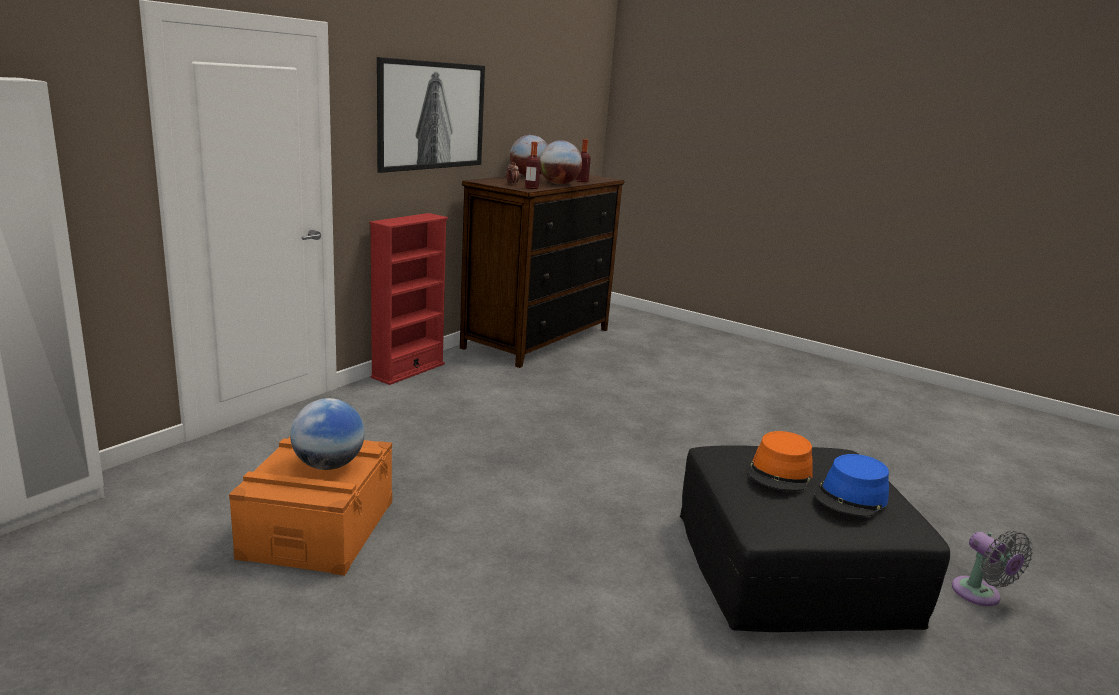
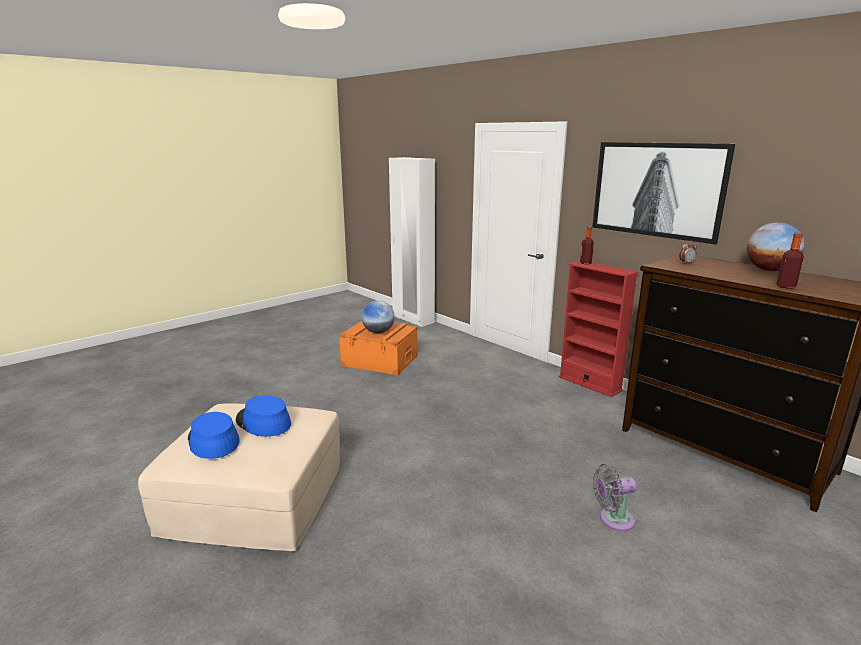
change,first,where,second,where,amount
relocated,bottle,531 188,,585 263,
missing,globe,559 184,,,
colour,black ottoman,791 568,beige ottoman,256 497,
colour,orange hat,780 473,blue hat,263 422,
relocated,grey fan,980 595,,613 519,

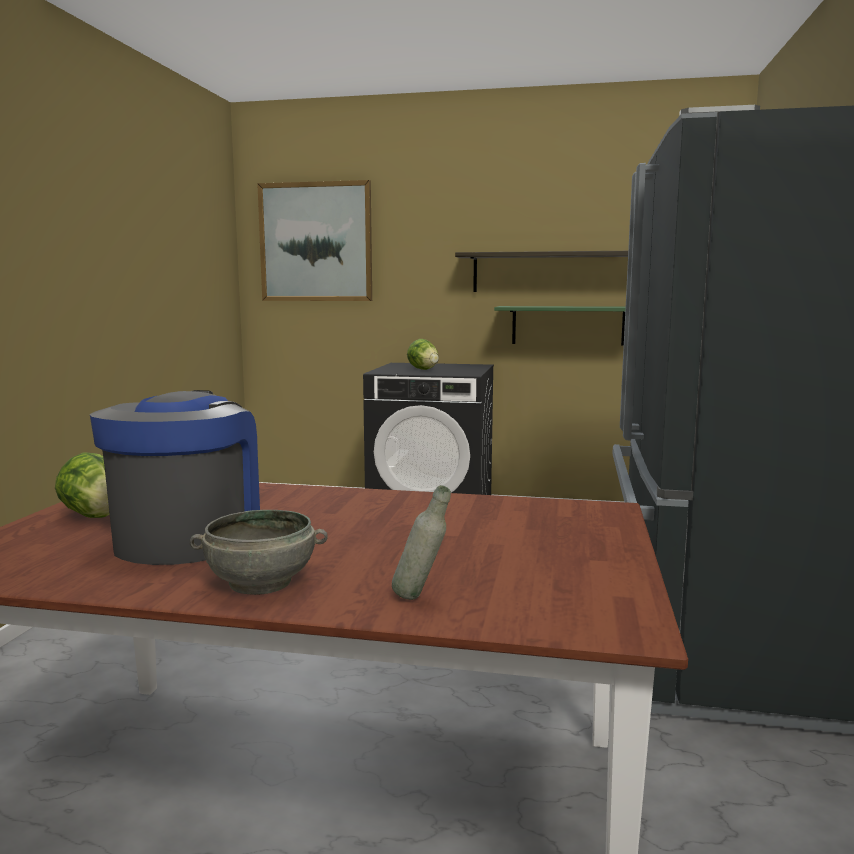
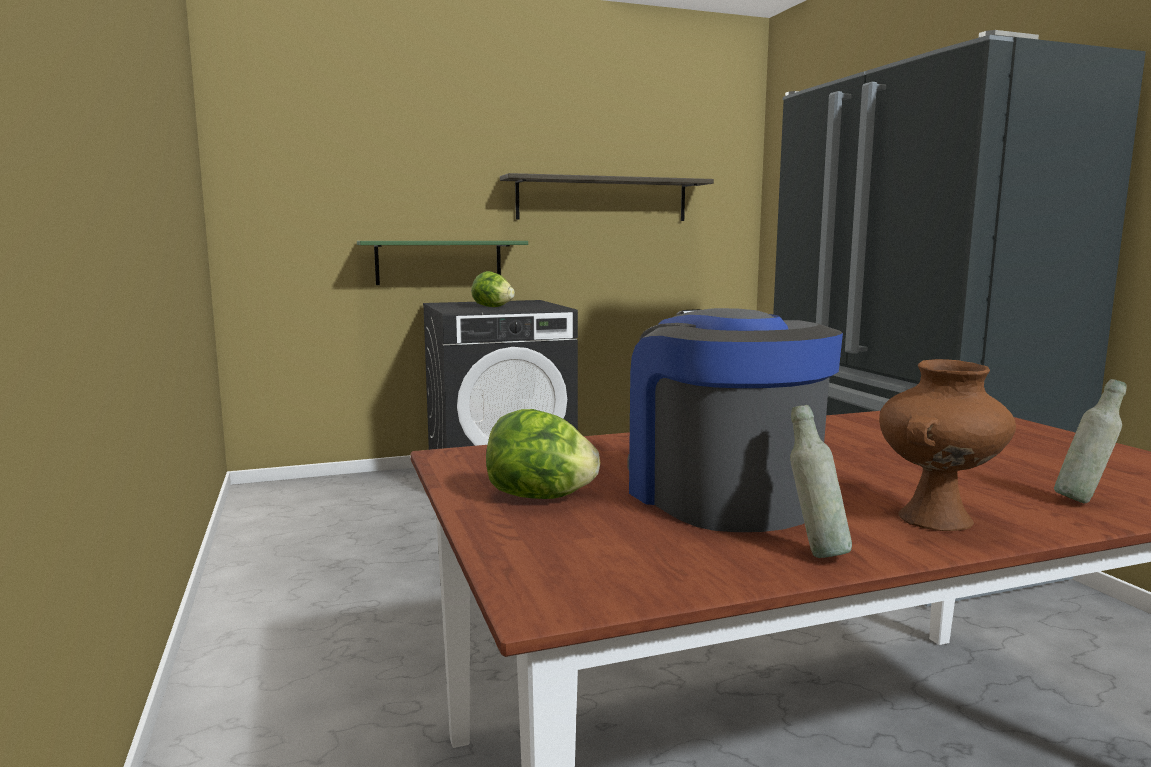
change,first,where,second,where,amount
exchanged,grey bowl,260 583,brown vase,936 520,
missing,picture,316 242,,,
relocated,green shelf,568 325,,439 262,
appeared,,,grey bottle,815 553,

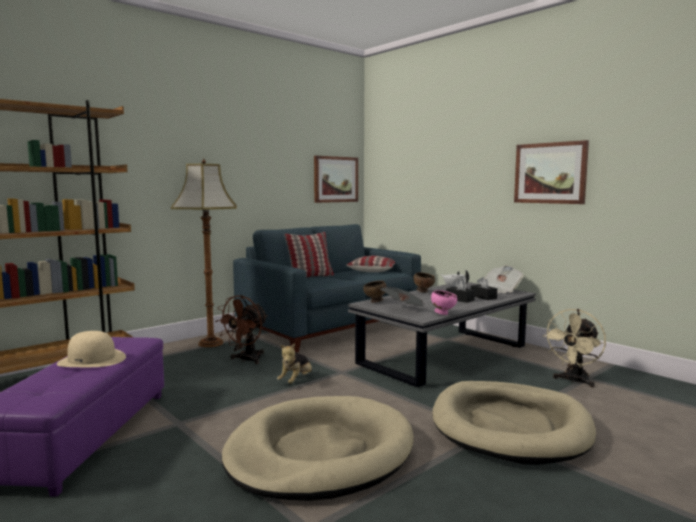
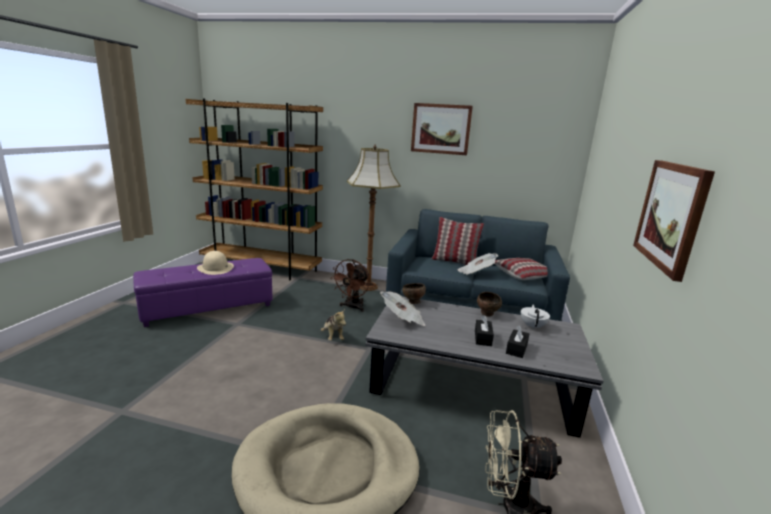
change,first,where,second,where,amount
spun,brown fan,246 360,,352 307,60 degrees counterclockwise
missing,beige dog bed,319 453,,,
spun,plush toy,296 381,,333 337,105 degrees counterclockwise
relocated,picture,335 179,,441 129,
missing,pink bowl,443 313,,,
relocated,newspaper,501 290,,476 273,

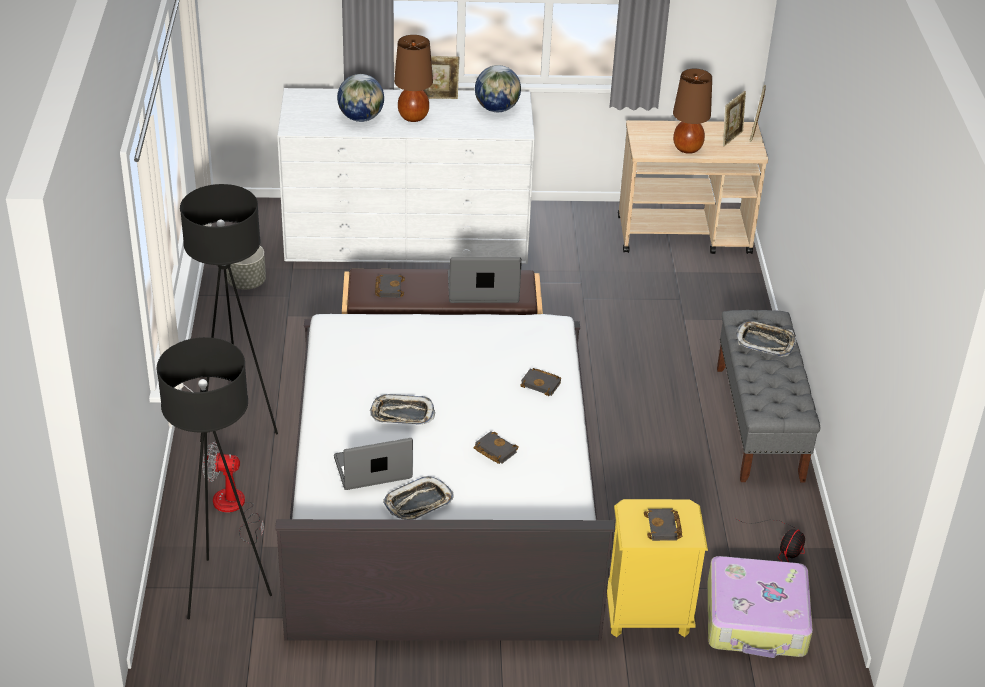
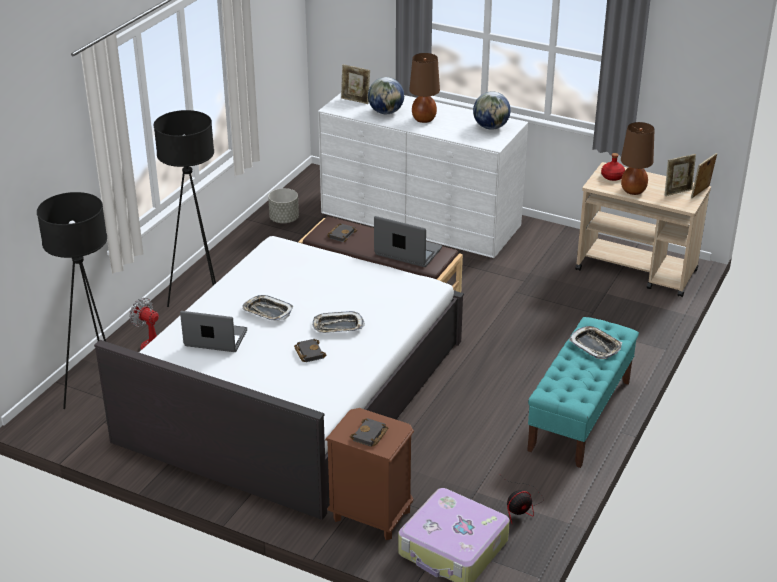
change,first,where,second,where,amount
relocated,tray,418 503,,337 326,
relocated,picture frame,438 97,,355 100,
missing,black book,542 384,,,
colour,yellow nightstand,647 616,brown nightstand,371 516,
colour,grey bench,759 423,turquoise bench,580 416,
appeared,,,red bottle,612 177,

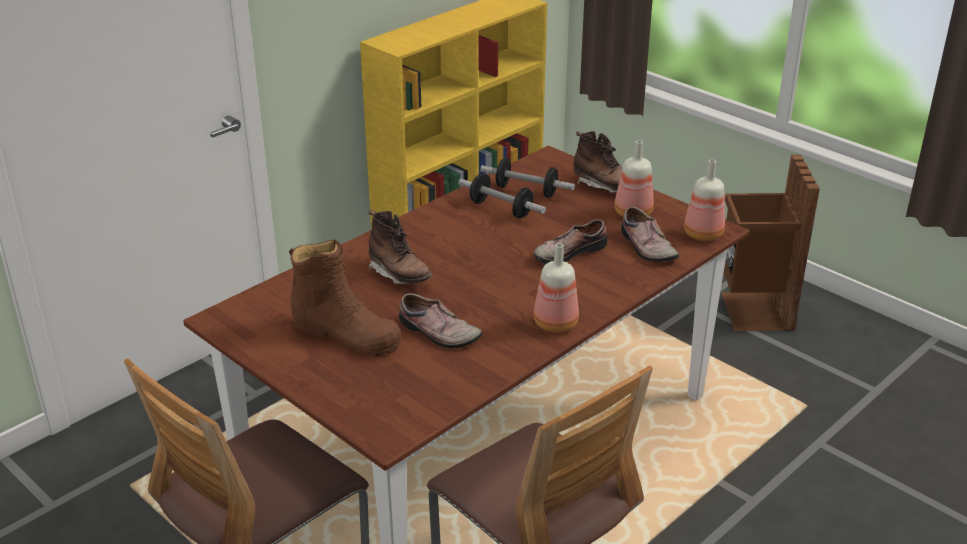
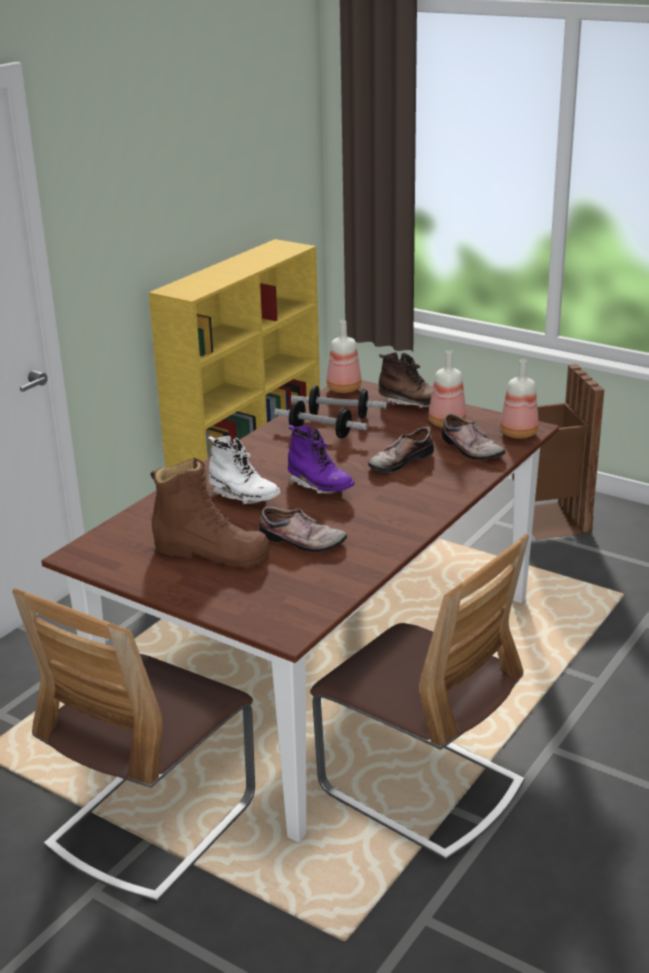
change,first,where,second,where,amount
colour,brown boot,399 275,white boot,244 497,
relocated,bottle,554 323,,342 389,
appeared,,,purple boot,320 487,

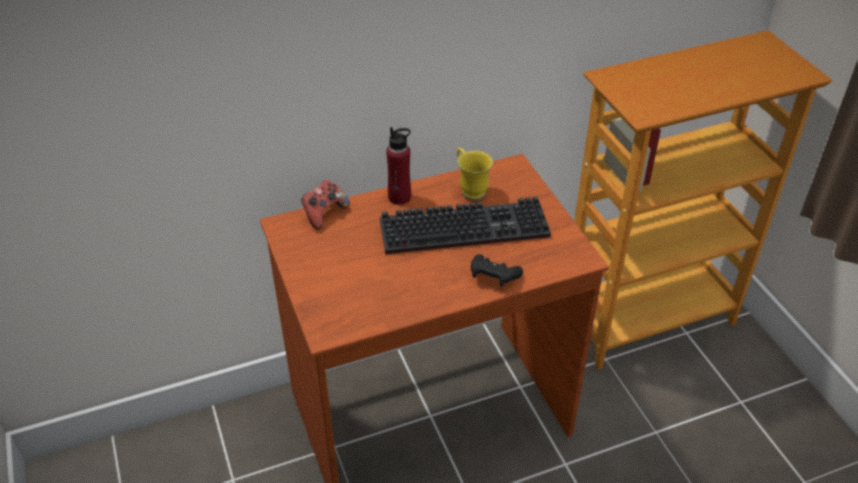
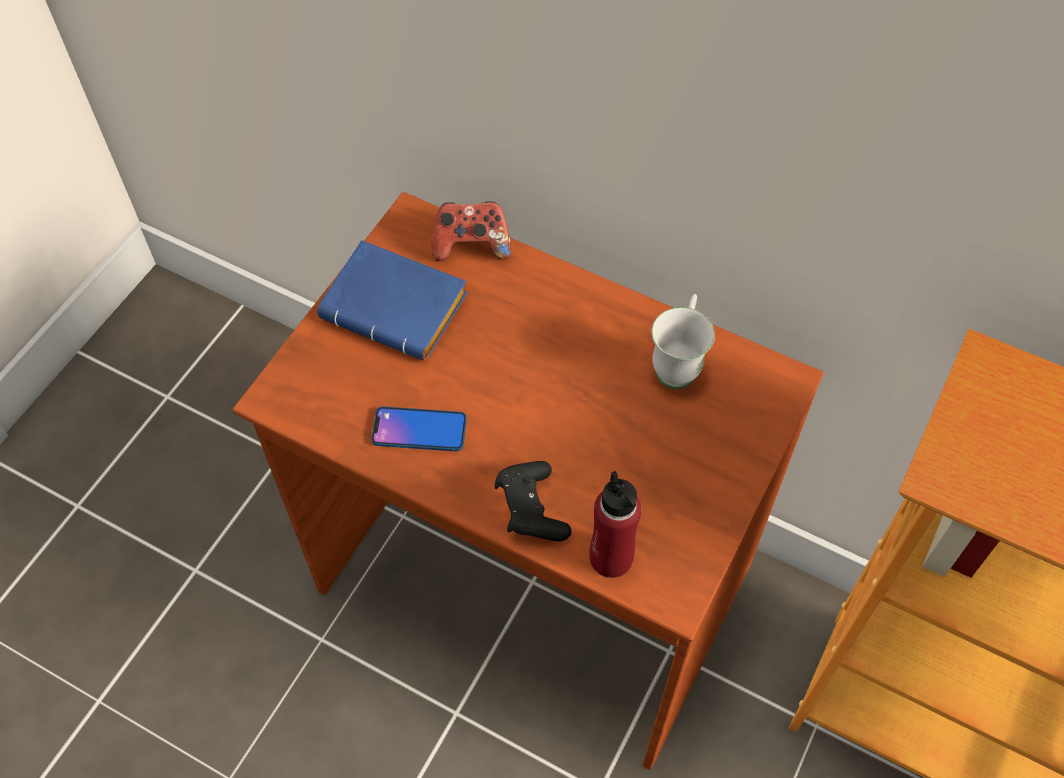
change,first,where,second,where,amount
missing,keyboard,466 226,,,
relocated,red bottle,399 197,,611 558,
colour,yellow mug,470 189,white mug,678 363,
appeared,,,blue book,399 307,
appeared,,,phone,419 430,

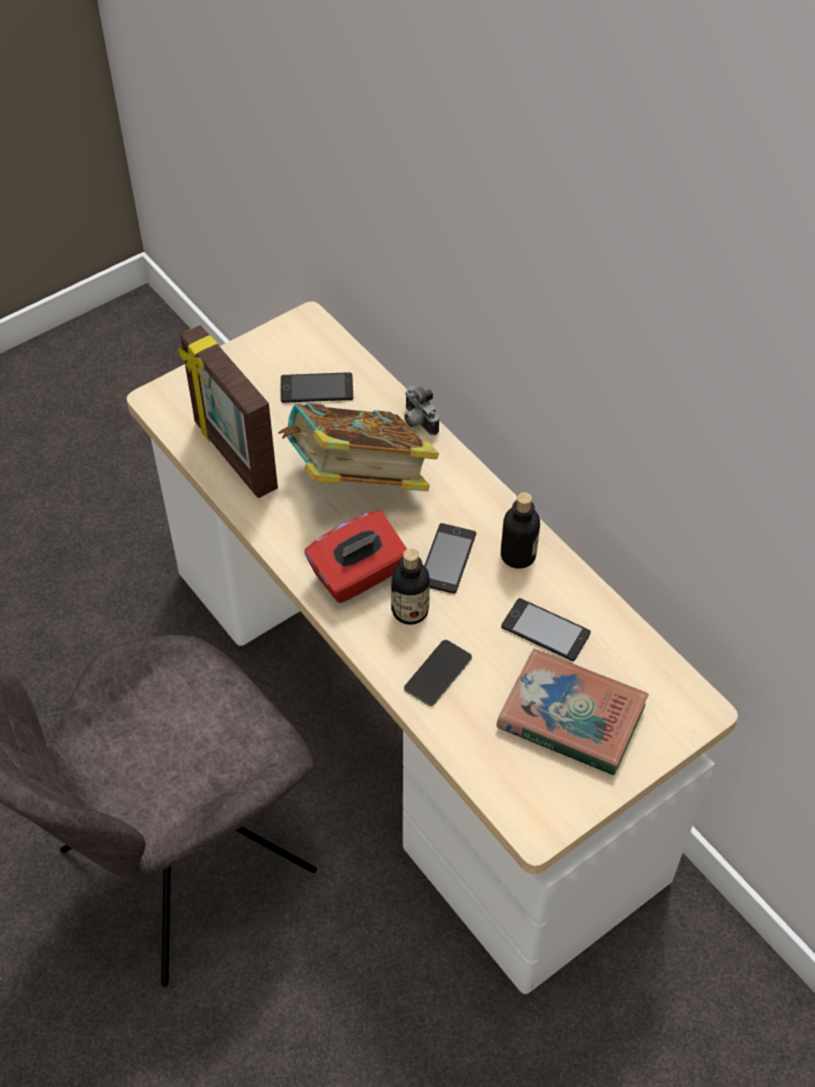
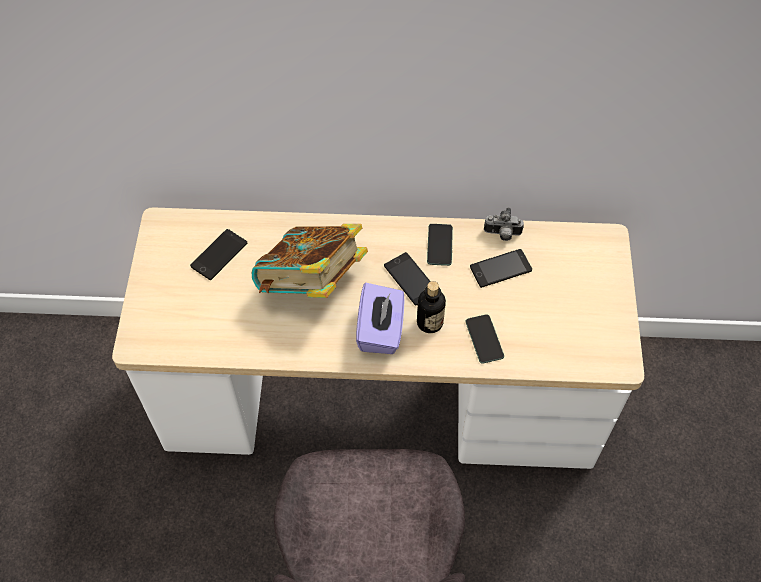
change,first,where,second,where,amount
missing,picture frame,233 456,,,
colour,red tissue box,358 575,purple tissue box,380 330,
relocated,photo camera,417 422,,502 234,
missing,book,571 717,,,
exchanged,bottle,518 555,phone,439 245,

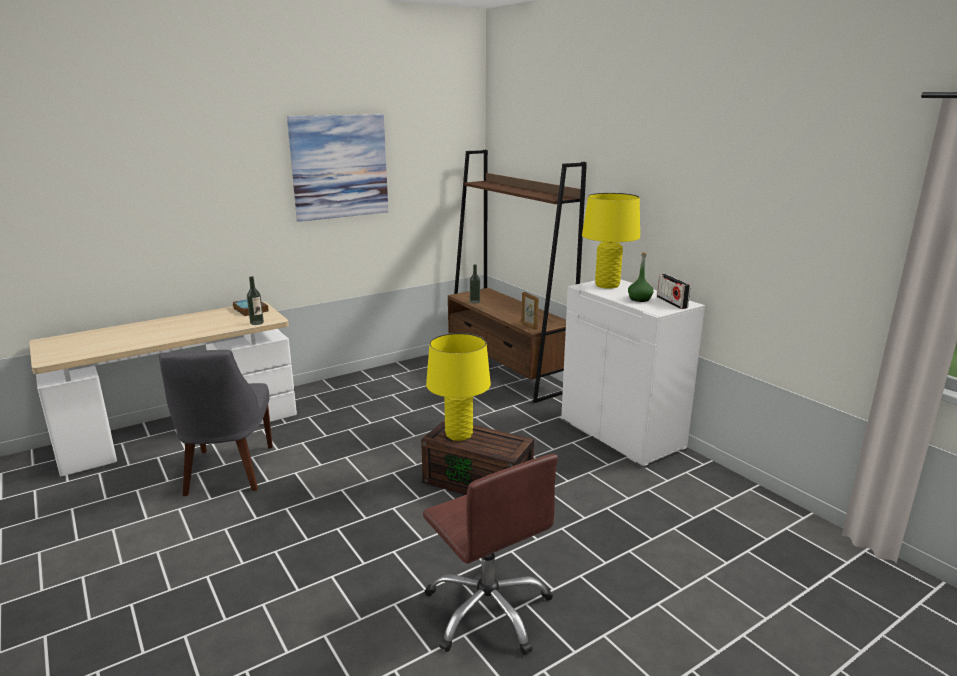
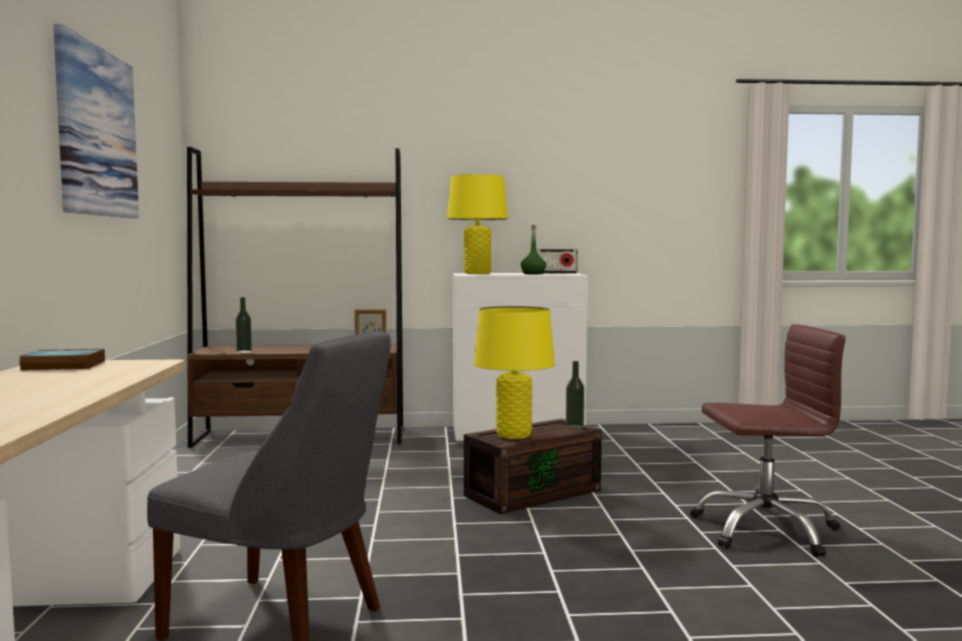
change,first,where,second,where,amount
relocated,bottle,257 323,,574 427,

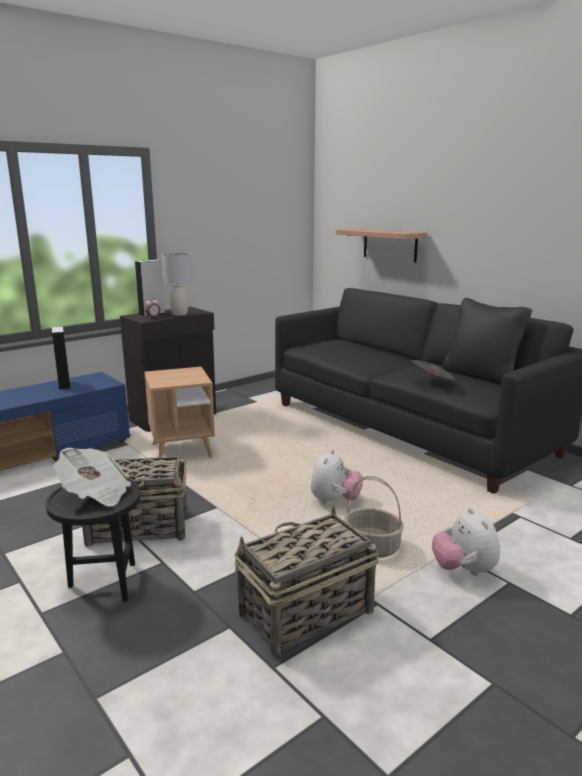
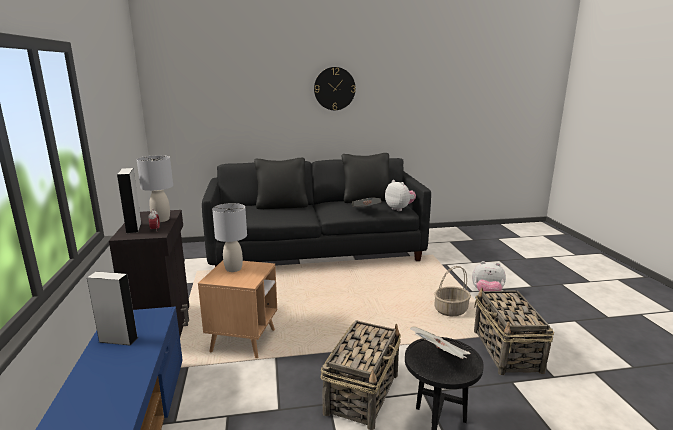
change,first,where,second,where,amount
relocated,plush toy,334 501,,399 209,
missing,shelf,390 245,,,
appeared,,,grey table lamp,234 268,
appeared,,,black pillow,282 206,
appeared,,,wall clock,334 88,

